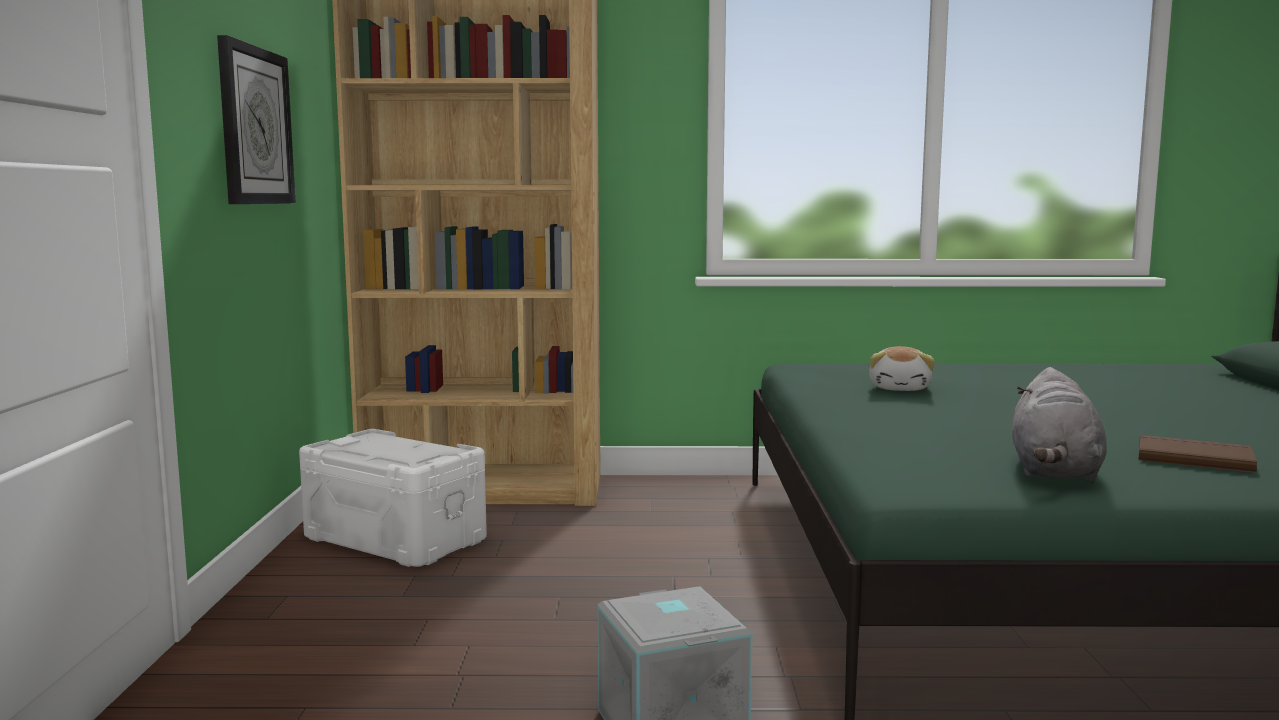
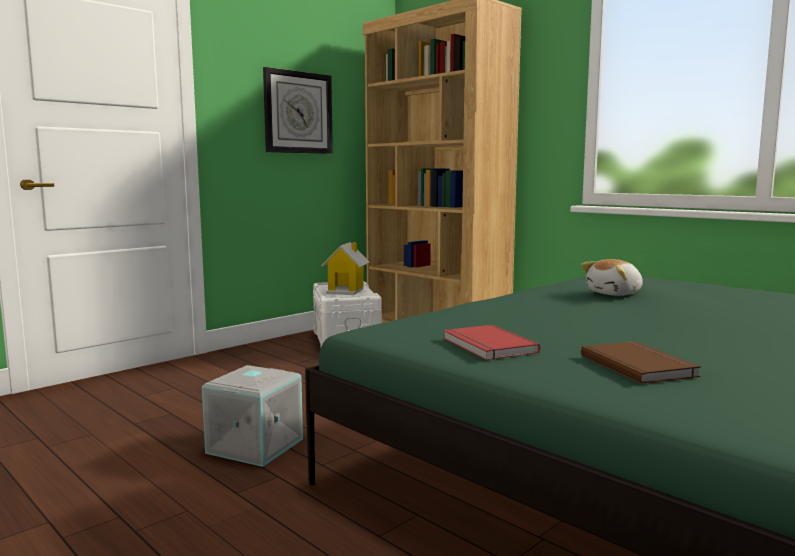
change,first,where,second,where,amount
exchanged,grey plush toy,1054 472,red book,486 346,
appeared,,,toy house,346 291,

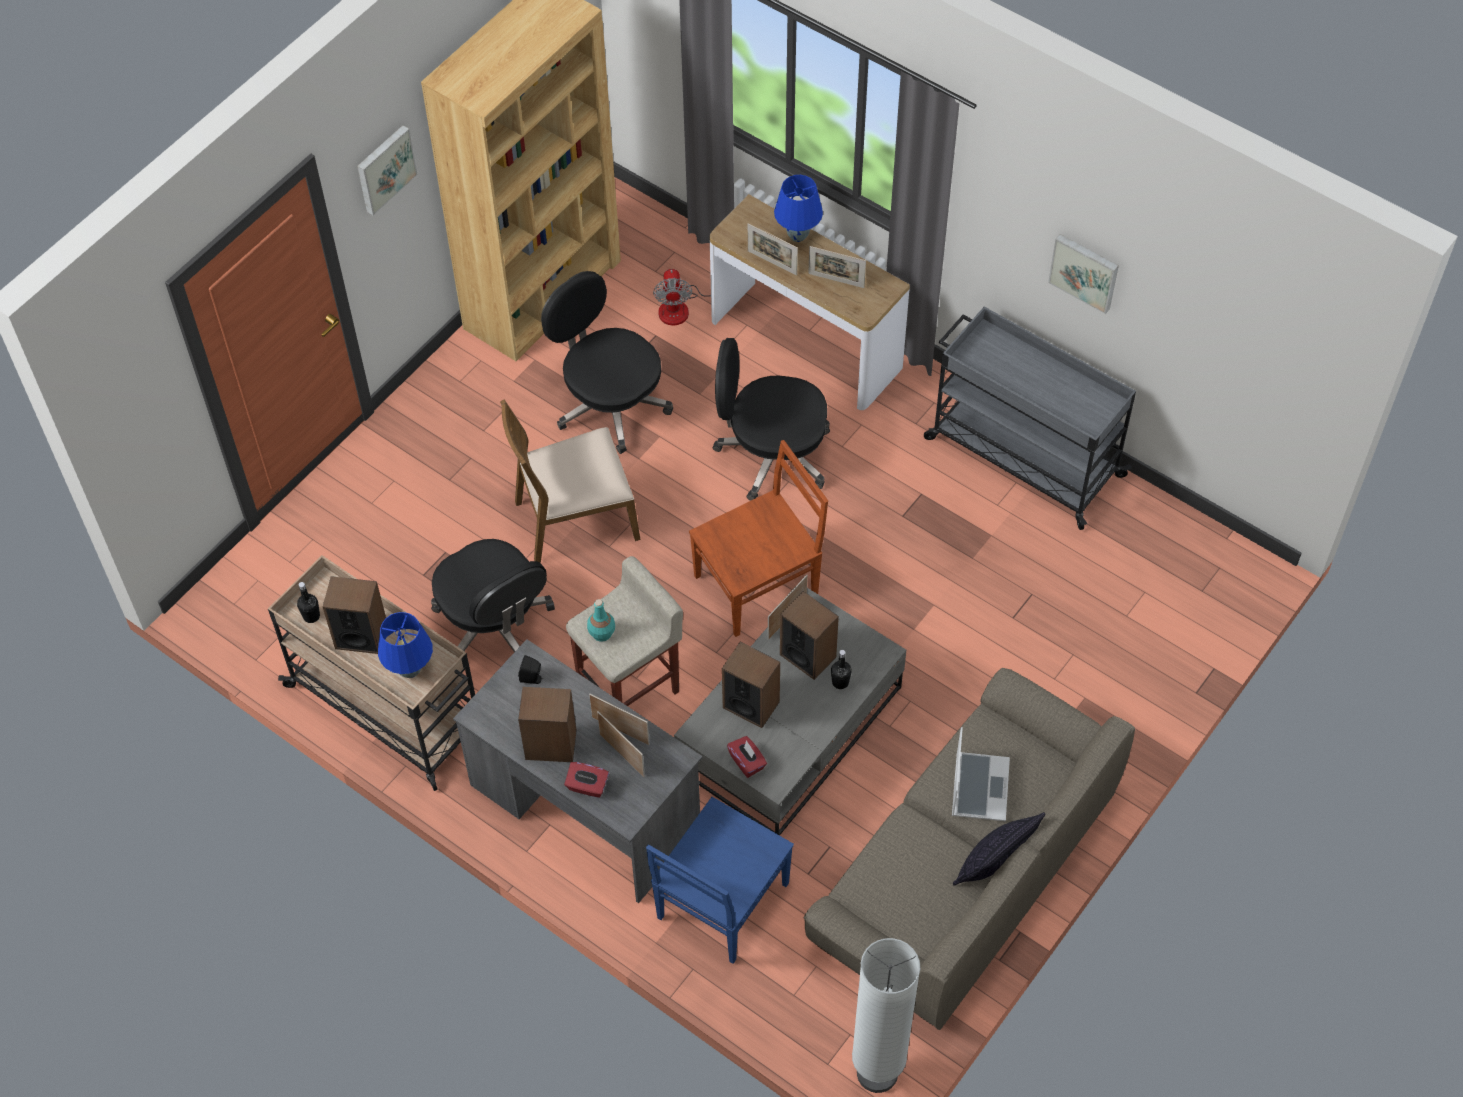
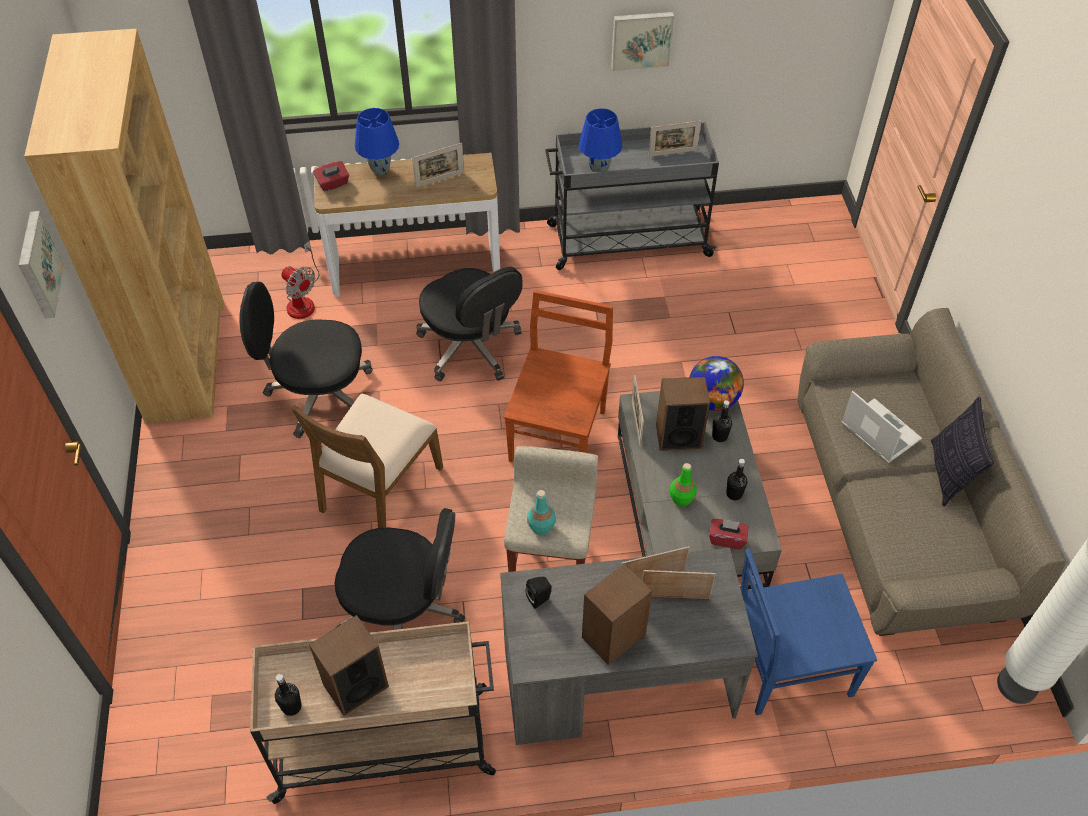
change,first,where,second,where,amount
relocated,blue table lamp,410 670,,599 170,
relocated,red tissue box,587 786,,333 184,
spun,blue chair,720 903,,787 665,90 degrees clockwise
spun,black office chair,771 454,,471 347,90 degrees counterclockwise
exchanged,speaker,751 704,green bottle,681 498,
relocated,picture frame,772 263,,673 153,
appeared,,,globe,712 400,
appeared,,,black bottle,734 494,

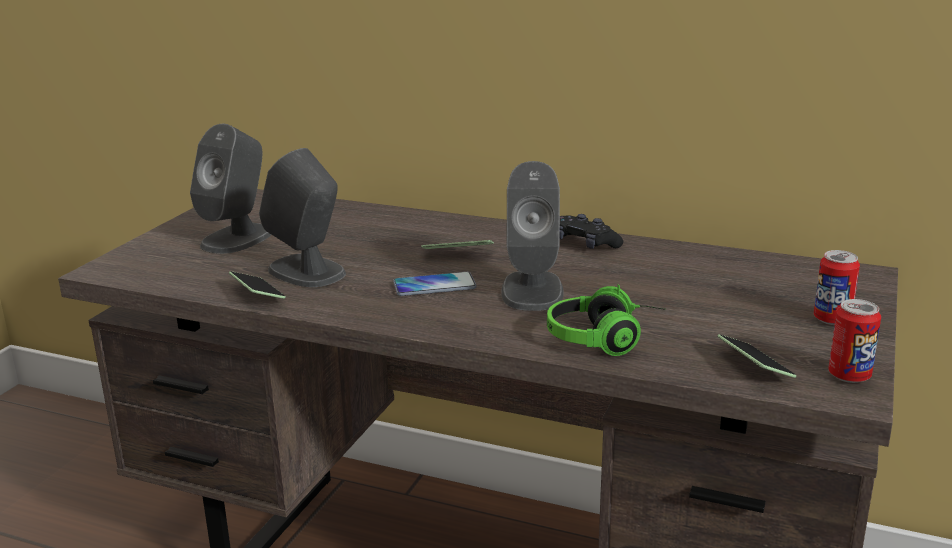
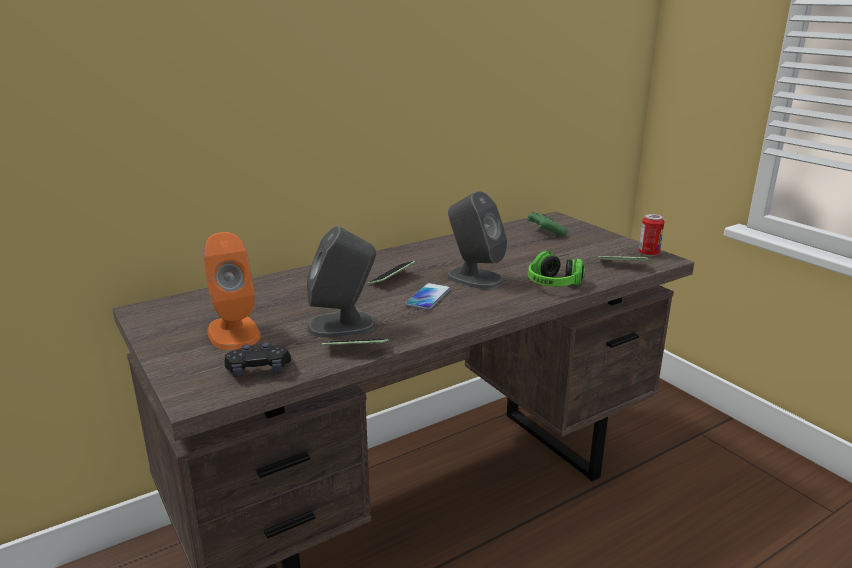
change,first,where,second,where,amount
colour,grey speaker,237 238,orange speaker,233 332,
relocated,black game controller,585 244,,258 370,
missing,can,832 319,,,
appeared,,,green game controller,545 232,

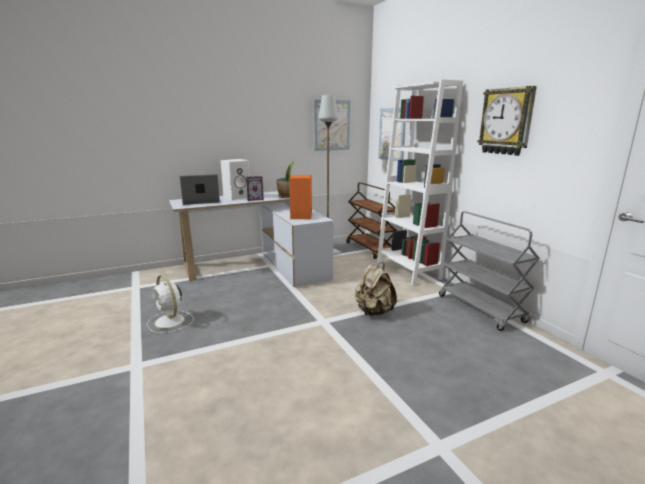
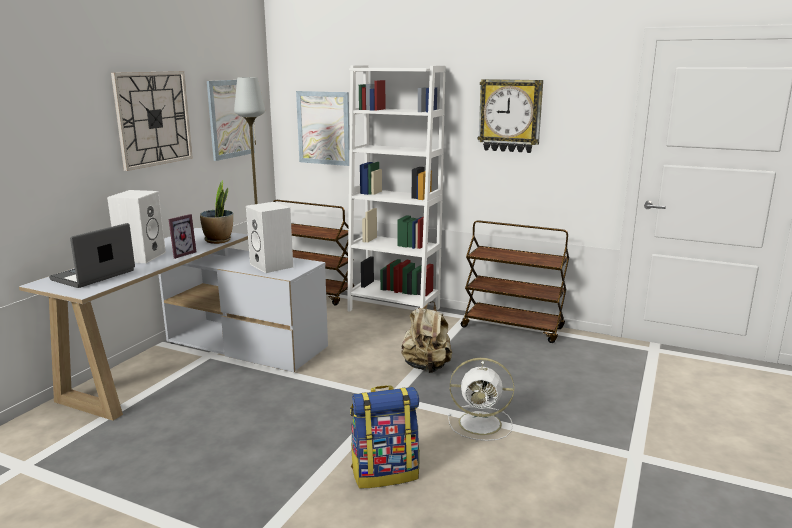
change,first,where,second,where,amount
relocated,white fan,170 322,,482 423,
colour,orange speaker,302 216,white speaker,272 266,
colour,grey cart,481 309,brown cart,513 328,
appeared,,,wall clock,153 119,
appeared,,,backpack,385 473,

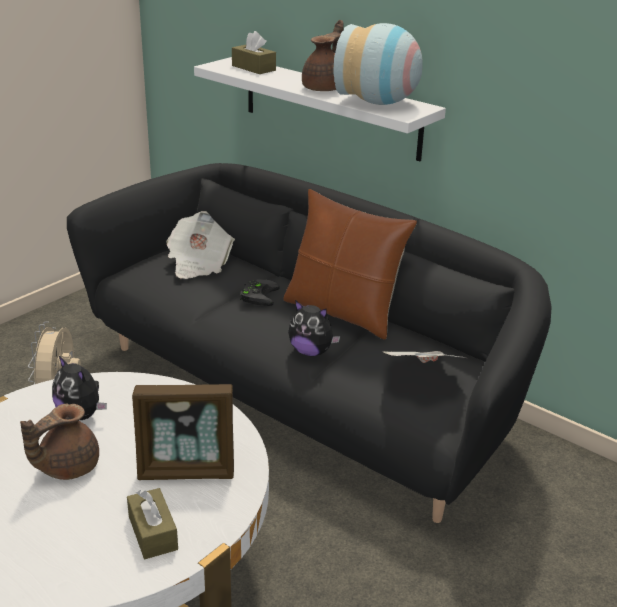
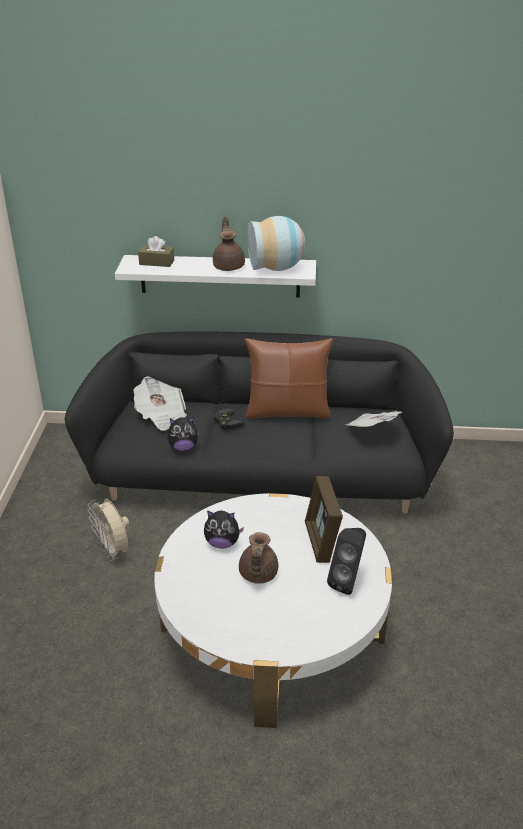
change,first,where,second,where,amount
exchanged,brown tissue box,153 533,black speaker,348 581,
spun,picture frame,187 470,,321 542,120 degrees clockwise
relocated,plush toy,311 352,,183 447,

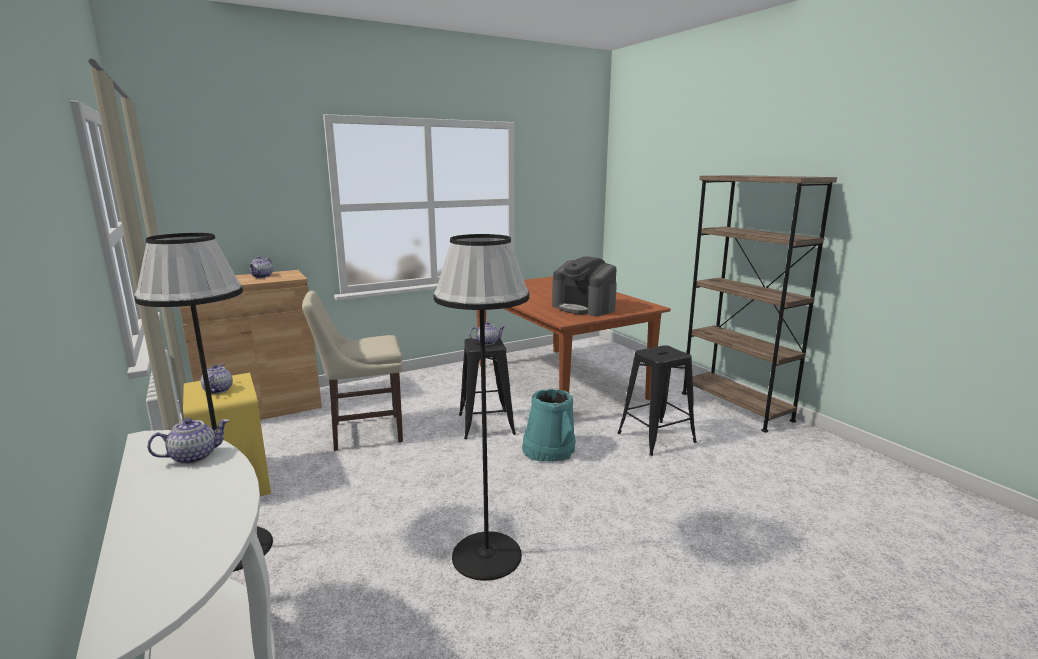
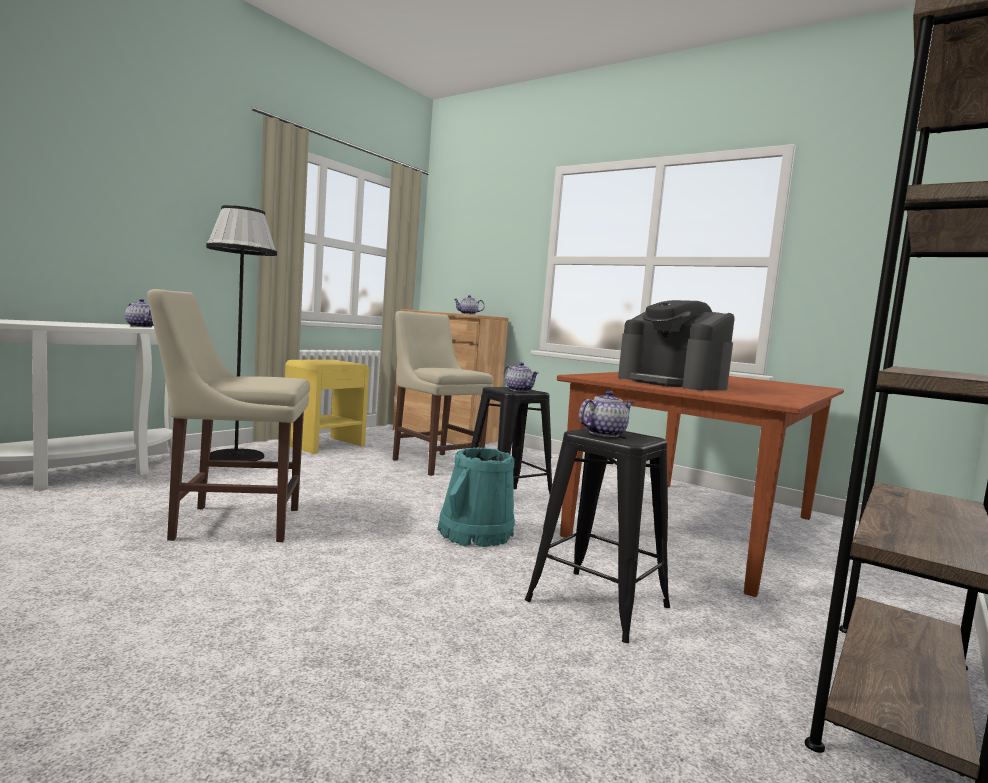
change,first,where,second,where,amount
relocated,teapot,218 390,,604 433,
exchanged,black floor lamp,486 555,beige chair,231 523,
spun,coffee machine,584 308,,672 383,60 degrees counterclockwise

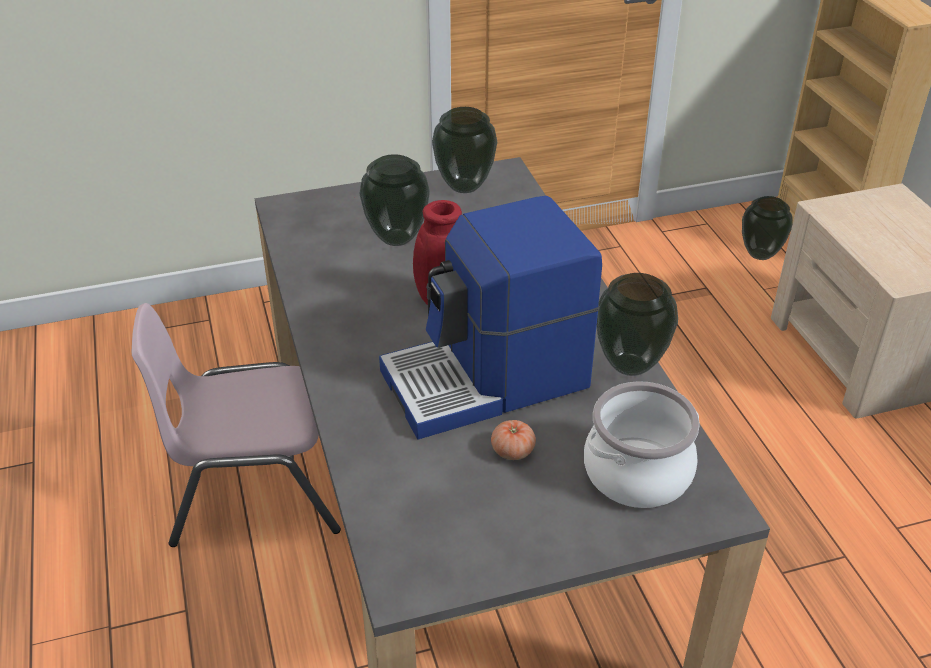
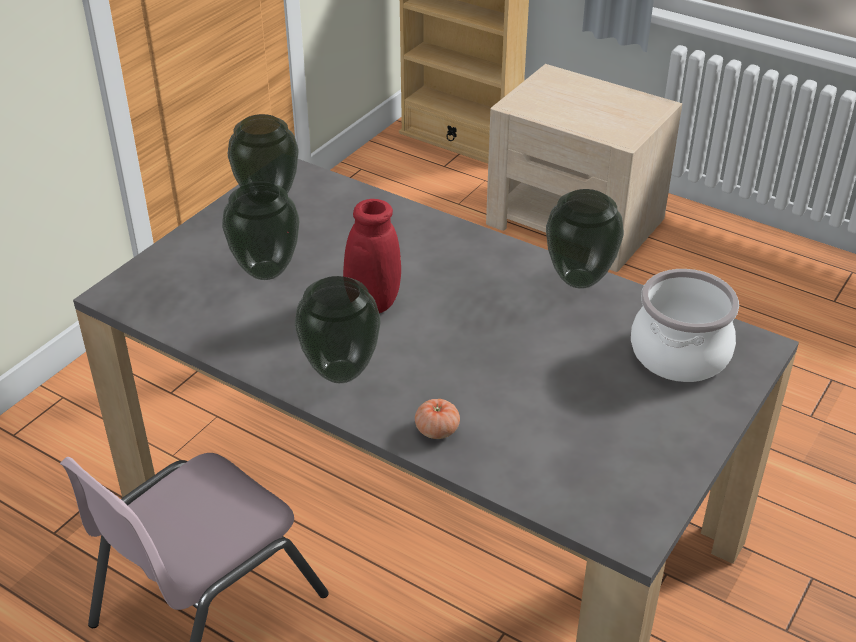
change,first,where,second,where,amount
missing,coffee machine,488 380,,,
relocated,tomato,512 451,,437 430,
relocated,vase,761 254,,342 371,

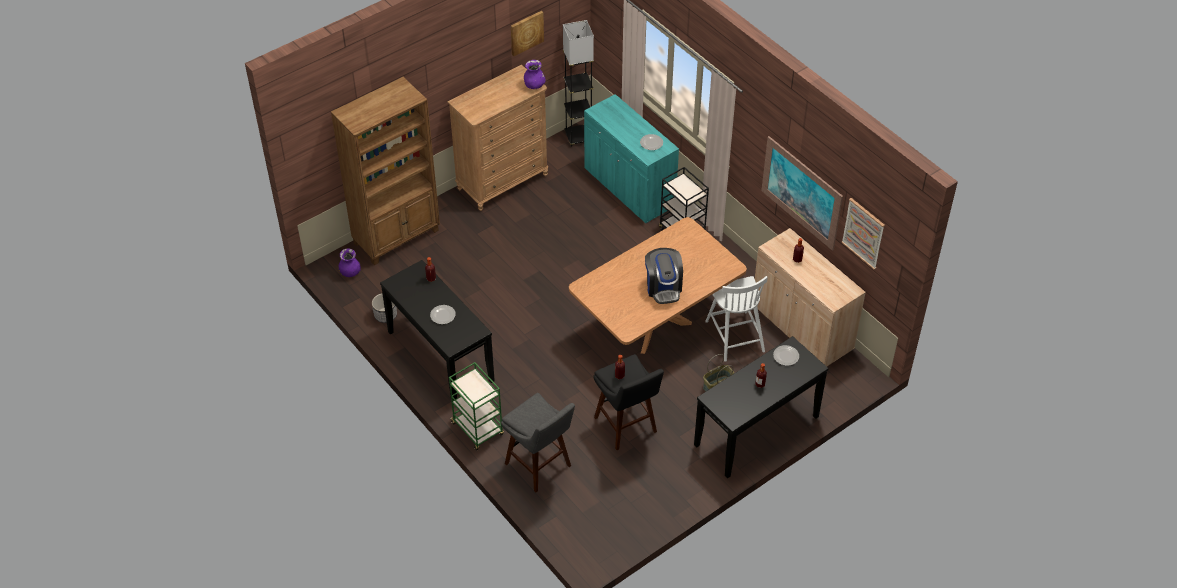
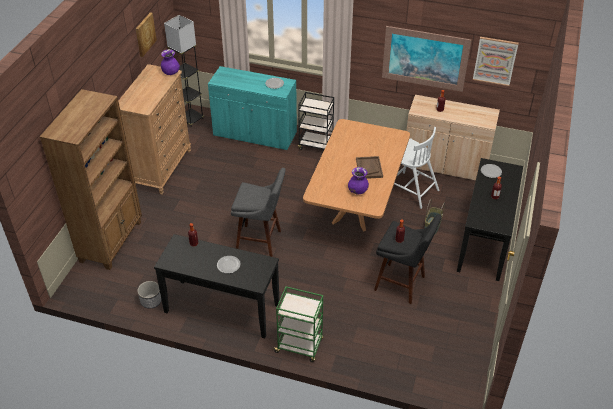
change,first,where,second,where,amount
relocated,purple vase,350 272,,357 191,
relocated,grey stool,540 467,,261 241,
exchanged,coffee machine,663 287,brown tray,369 168,

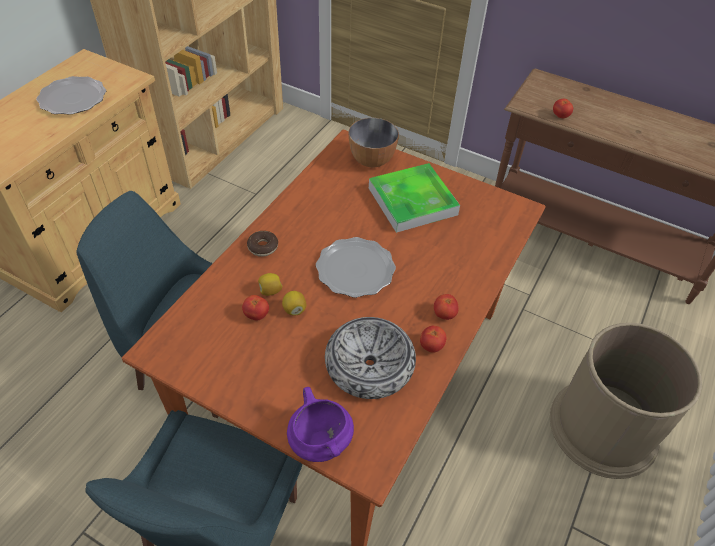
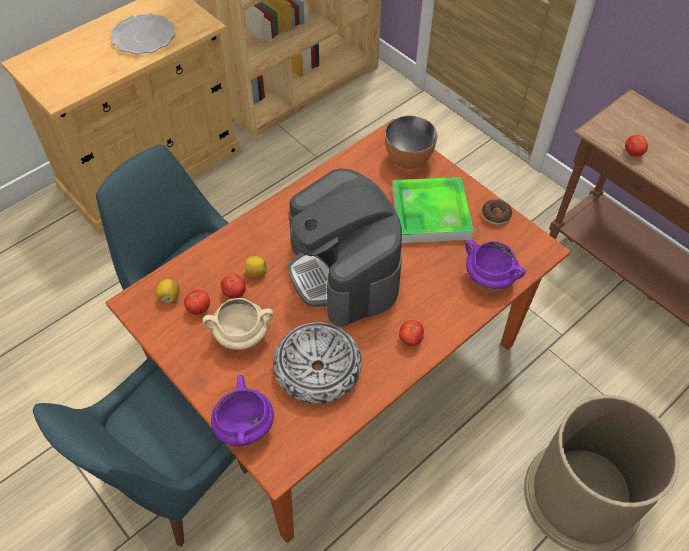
change,first,where,second,where,amount
relocated,donut,263 247,,495 215,
relocated,lemon,294 309,,169 297,
exchanged,plate,356 270,coffee machine,344 272,
relocated,tomato,431 346,,199 308,
appeared,,,beige cooking pot,242 335,
appeared,,,purple cooking pot,490 278,

